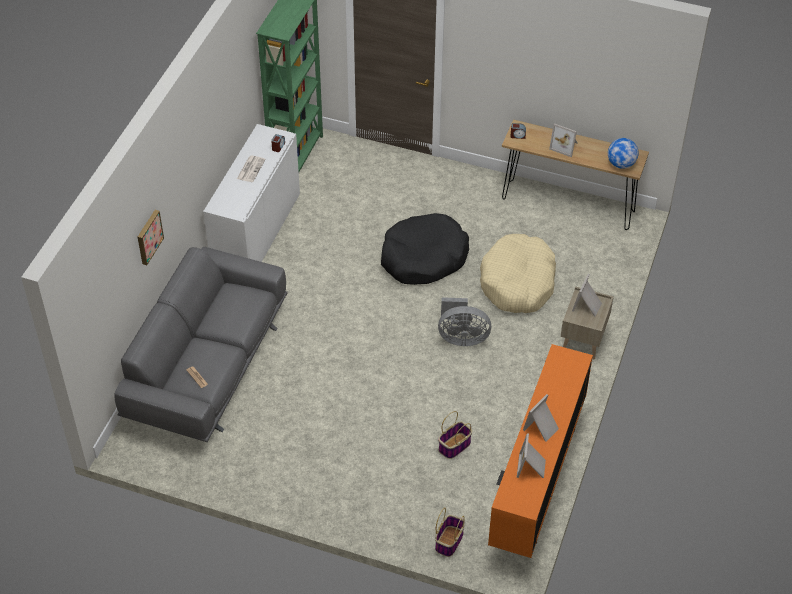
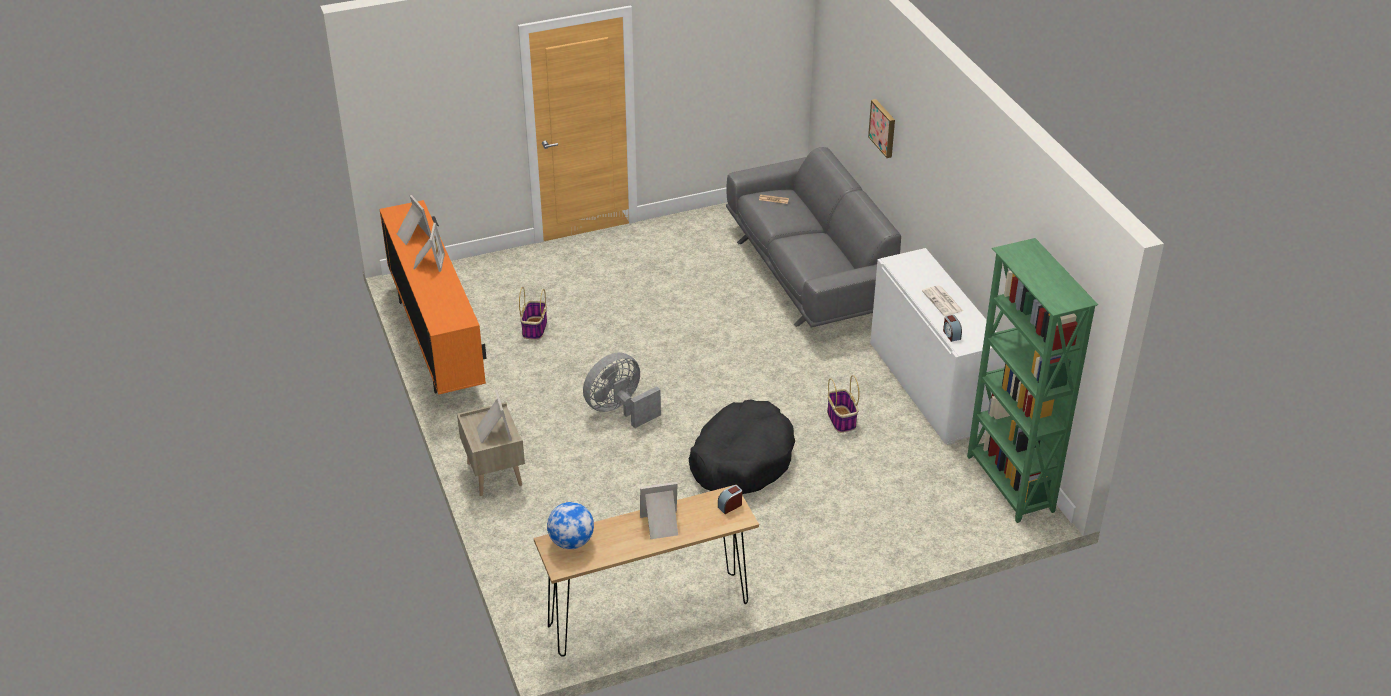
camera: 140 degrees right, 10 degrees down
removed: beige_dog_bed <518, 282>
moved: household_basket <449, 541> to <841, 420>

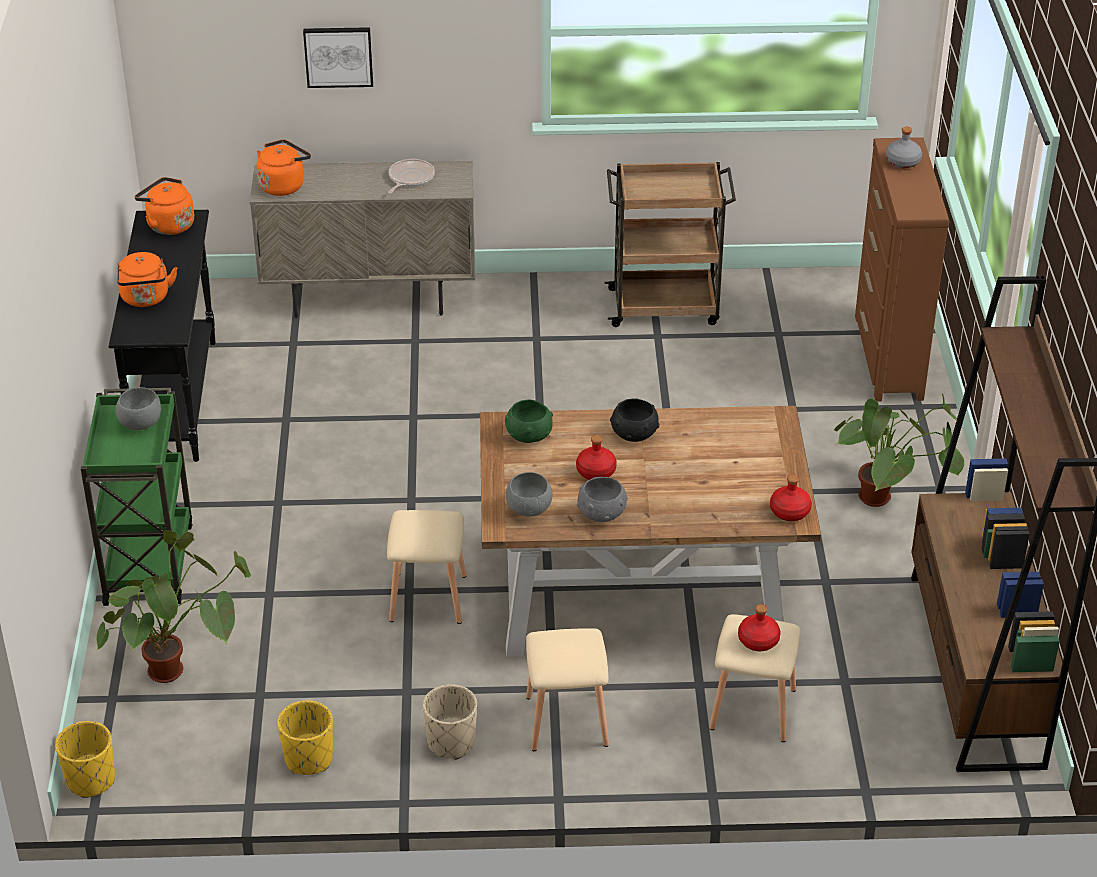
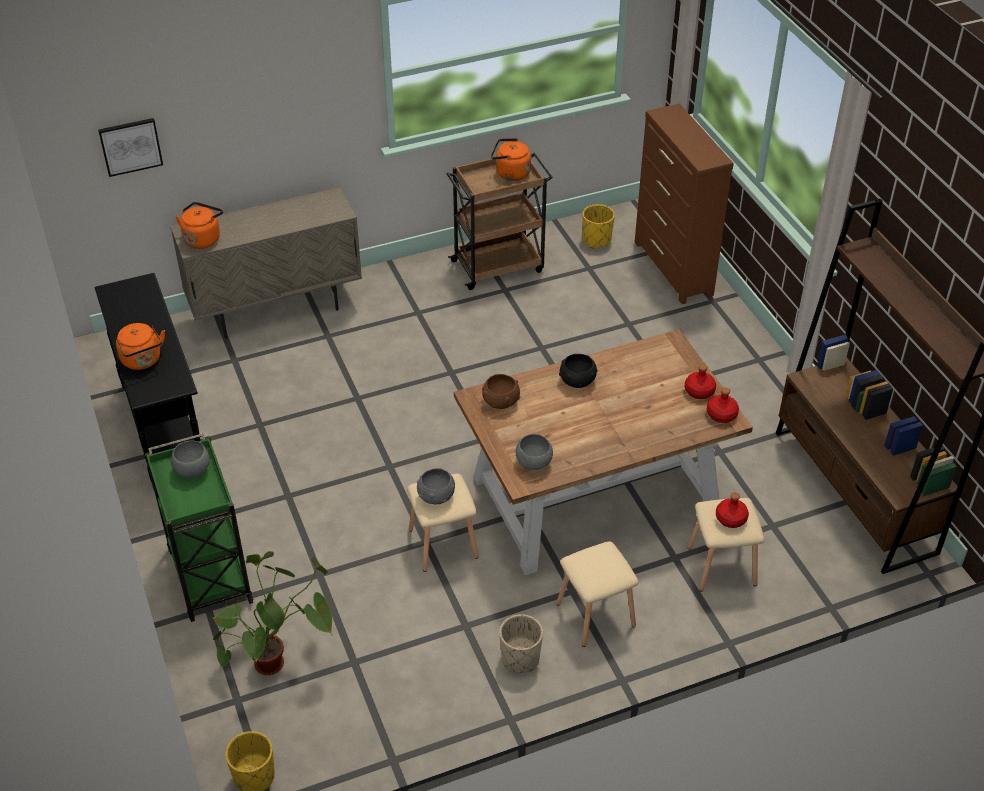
camera: 20 degrees left, 5 degrees up
removed: gray_beverage_bottle <902, 162>; frying_pan <410, 178>; plant_in_a_pot <890, 502>
moved: wall_art <338, 56> to <130, 146>; orangey_kettle <168, 225> to <510, 173>; red_beverage_bottle <595, 472> to <699, 391>; gray_bowl <601, 513> to <435, 496>; yellow_flower_pot <308, 759> to <596, 240>
recoloured: green_bowl <528, 435> to brown-coloured_bowl <500, 401>

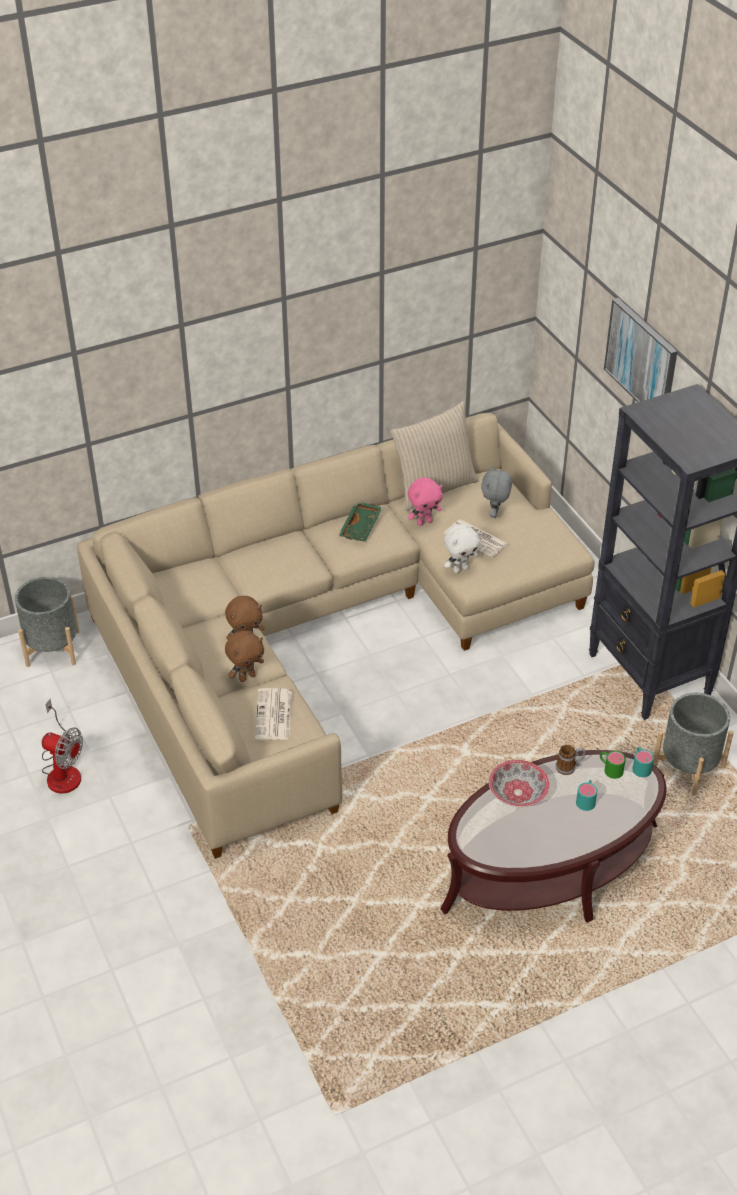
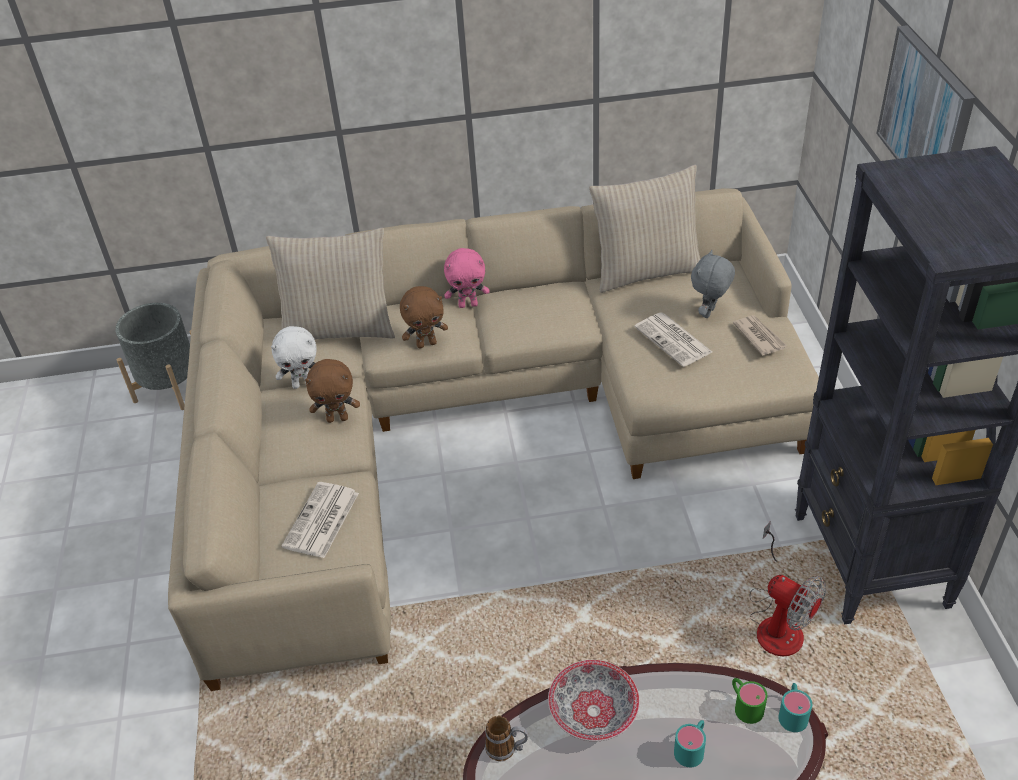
camera: 20 degrees right, 0 degrees up
removed: green_serving_tray <361, 527>; gray_flower_pot <688, 767>
added: beige_cushion <339, 329>; printed_paper <759, 336>
moved: pinkish_soft_toy <424, 522> to <468, 304>; white-coloured_soft_toy <460, 569> to <303, 384>; brown-coloured_soft_toy <247, 677> to <426, 344>; cooling_fan <62, 770> to <777, 622>; tea_mug <569, 767> to <507, 748>

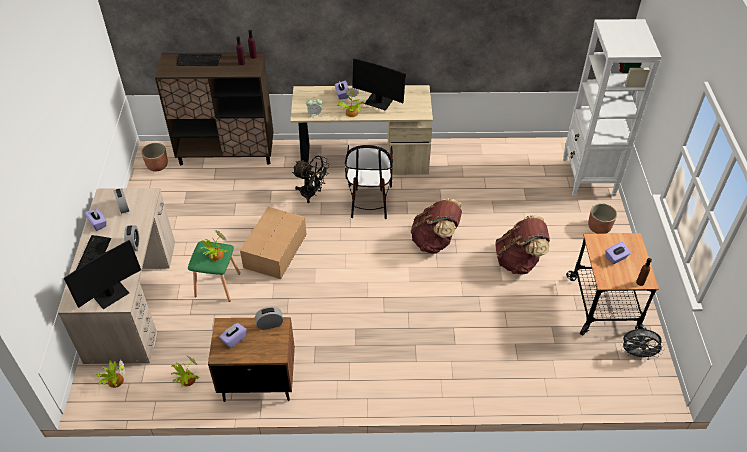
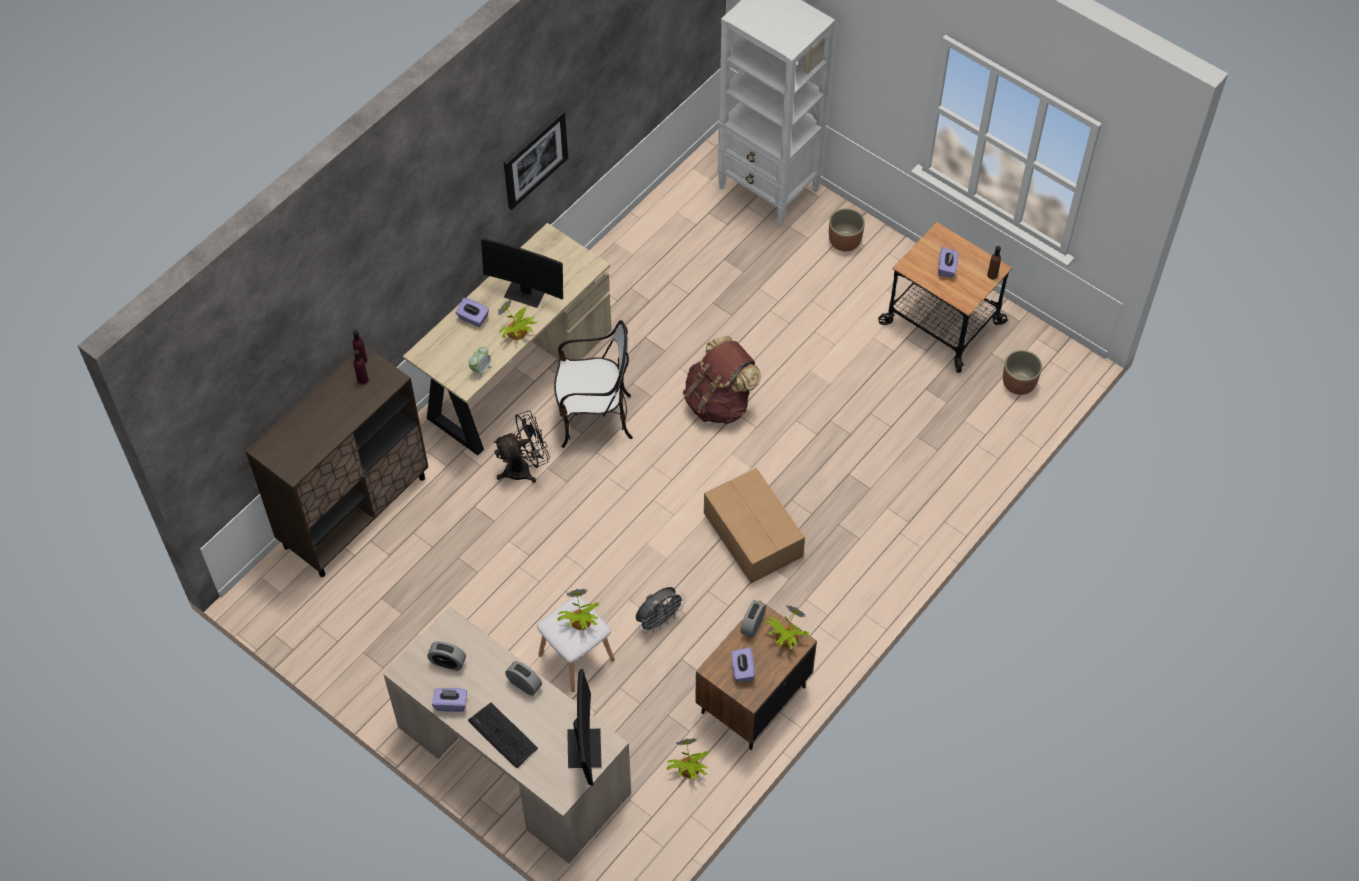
camera: 50 degrees left, 10 degrees up
removed: PC_keyboard <198, 60>; brown-coloured_rucksack <518, 261>
added: wall_art <534, 159>
moved: flower_pot <157, 166> to <1018, 383>; cardboard_box <274, 251> to <753, 536>; gray_cooling_fan <637, 354> to <659, 621>; plant_in_a_pot <114, 380> to <785, 638>
recoloured: green_stool_seat <217, 285> to white-coloured_stool_seat <577, 657>
turned: computer_screen <379, 102> = <526, 292> 45 degrees clockwise; chair <369, 201> = <594, 419> 45 degrees counterclockwise

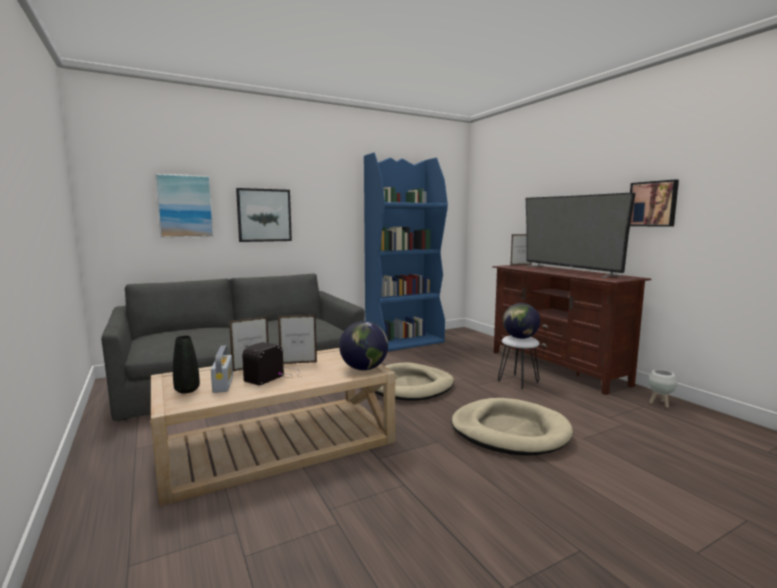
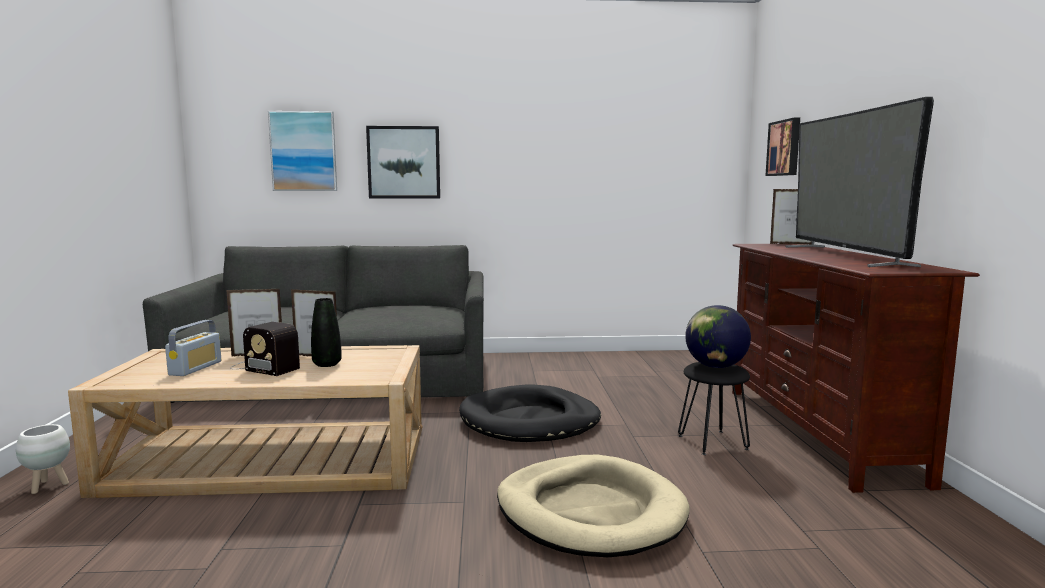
camera: 25 degrees right, 0 degrees up
removed: bluish_bookcase <405, 342>; desk_globe <364, 368>
moved: wall_art <653, 204> to <785, 148>; blackish_decorative_vase <187, 390> to <327, 364>; white-coloured_flower_pot <659, 404> to <48, 486>
recoloured: white-coloured_stool_seat <518, 381> to blackish_stool_seat <713, 442>; beige_dog_bed <410, 386> to blackish_dog_bed <530, 420>
turned: radio_receiver <275, 375> = <264, 367> 120 degrees counterclockwise

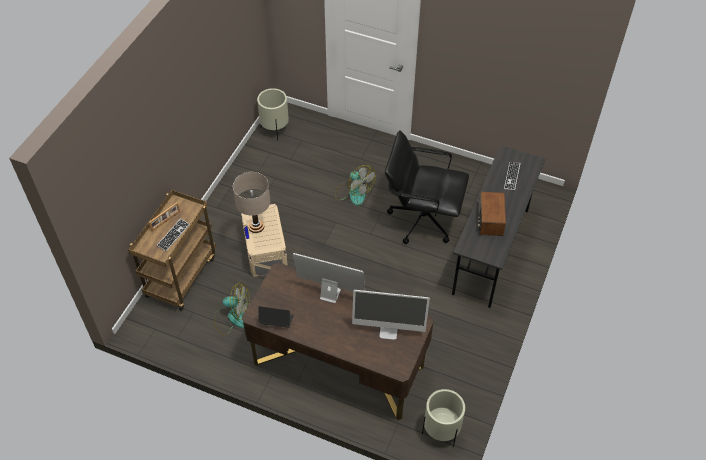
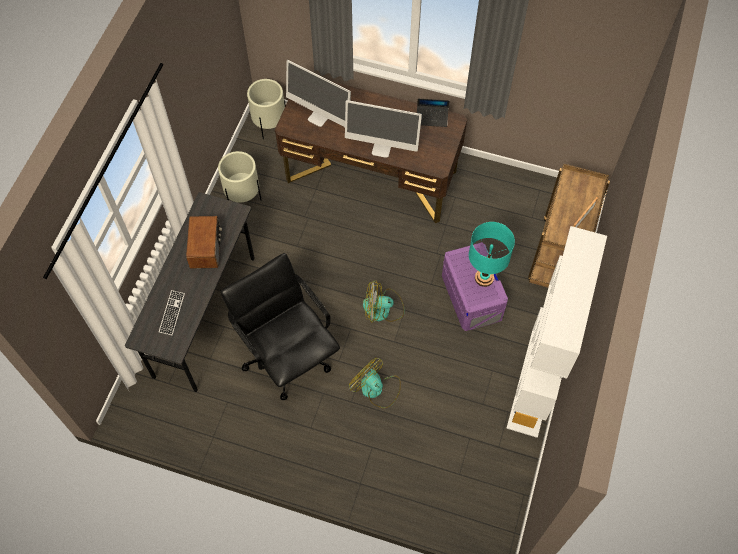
camera: 175 degrees right, 10 degrees up
removed: PC_keyboard <173, 235>
added: white-coloured_bookcase <535, 382>
moved: beige_flower_pot <275, 129> to <243, 197>; cooling_fan <233, 317> to <383, 309>
recoloured: beige_tabletop_lamp <256, 226> to blue-green_tabletop_lamp <484, 278>; beige_storage_bin <265, 250> to purple_storage_bin <471, 296>
turned: blackish_office_chair <422, 219> = <287, 355> 135 degrees counterclockwise; computer_screen <388, 330> = <319, 117> 150 degrees counterclockwise

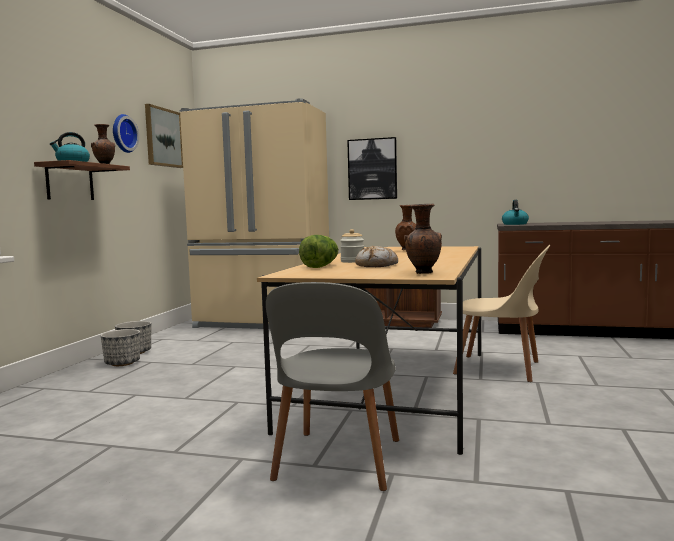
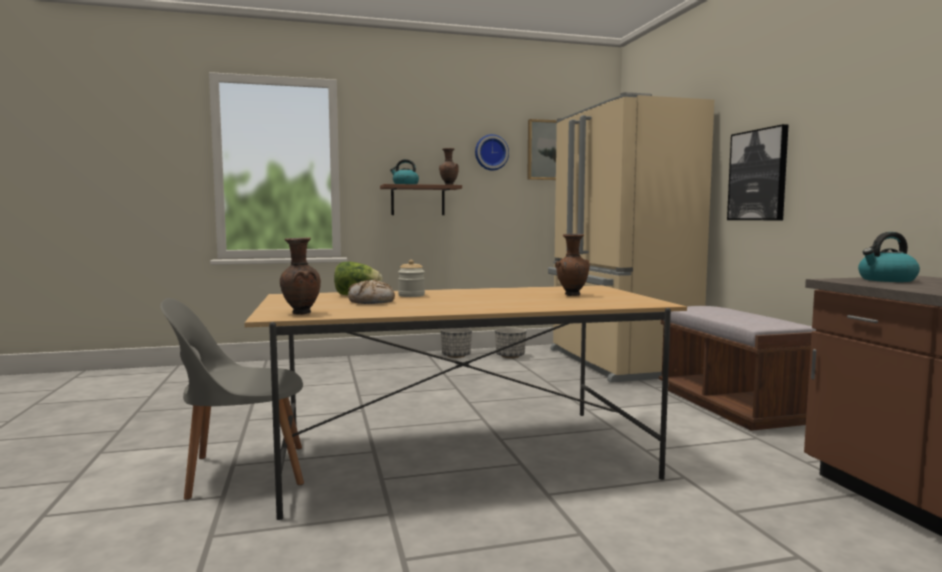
camera: 60 degrees right, 0 degrees up
removed: beige_chair <501, 368>
moved: flower_pot <122, 363> to <510, 356>

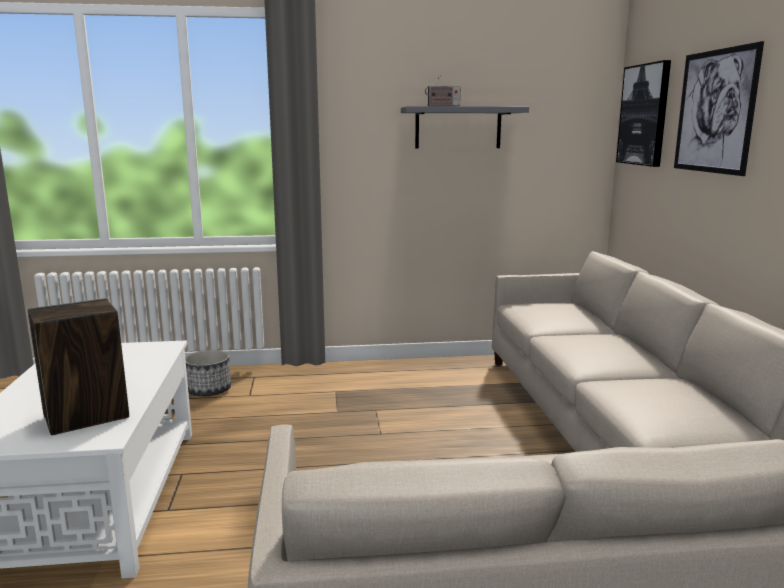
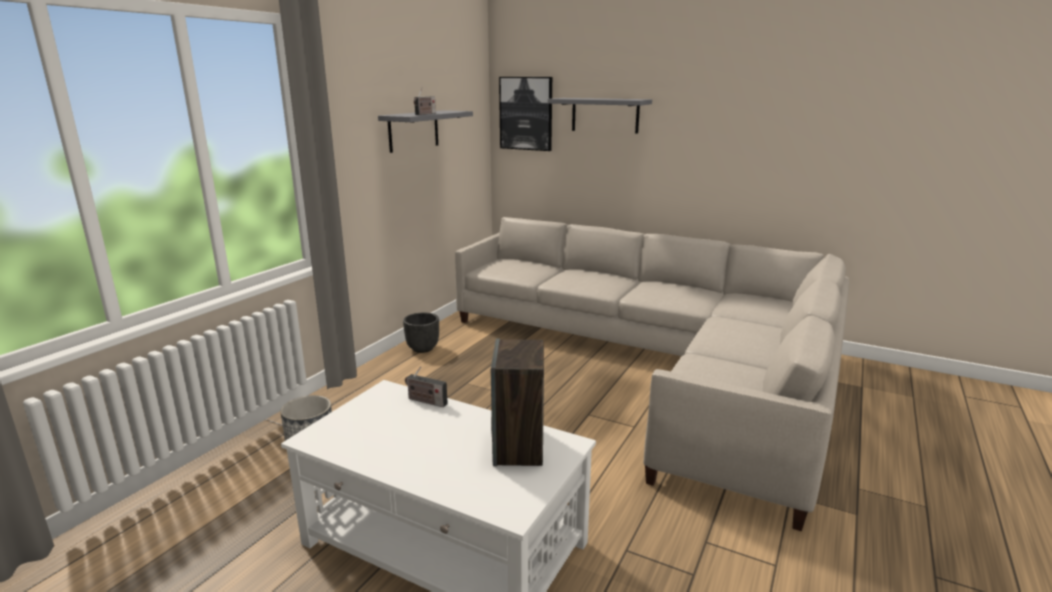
camera: 55 degrees left, 5 degrees up
added: blackish_flower_pot <423, 348>; radio_receiver <425, 401>
replaced: wall_art <715, 111> to gray_shelf <605, 115>

